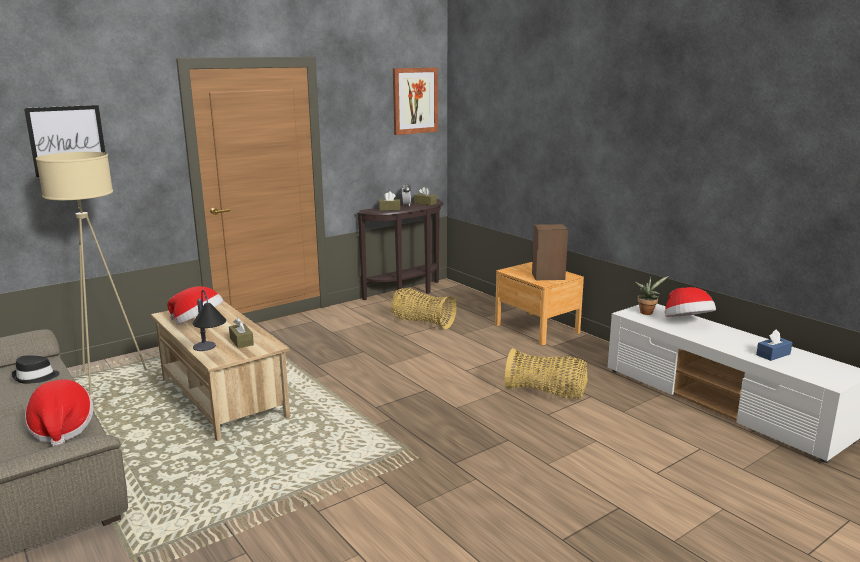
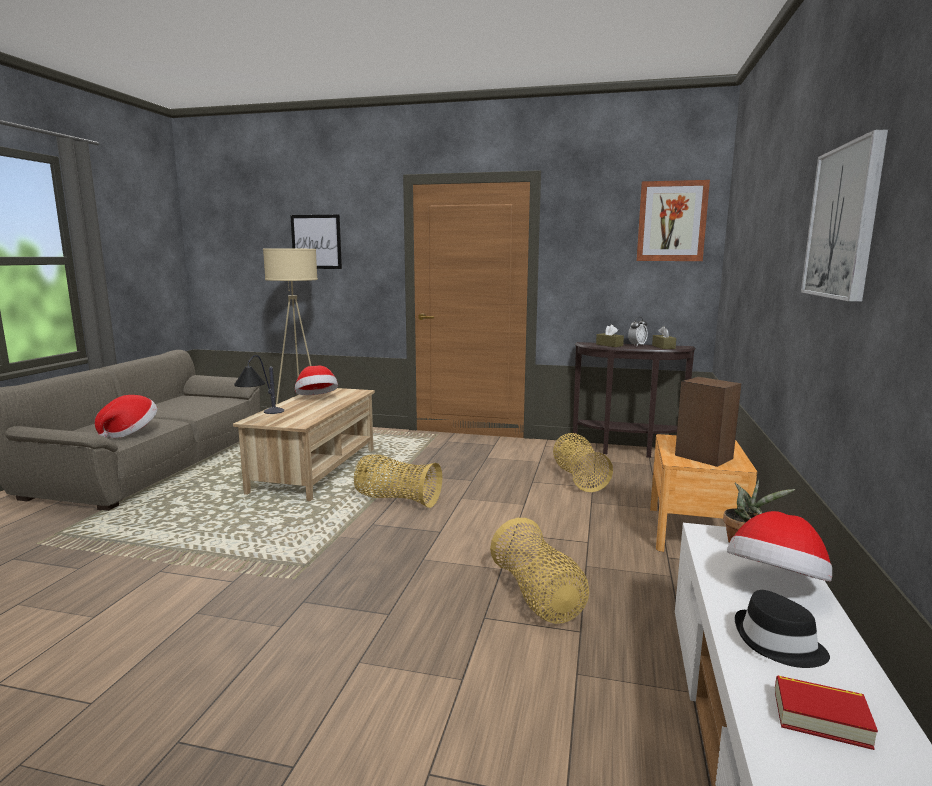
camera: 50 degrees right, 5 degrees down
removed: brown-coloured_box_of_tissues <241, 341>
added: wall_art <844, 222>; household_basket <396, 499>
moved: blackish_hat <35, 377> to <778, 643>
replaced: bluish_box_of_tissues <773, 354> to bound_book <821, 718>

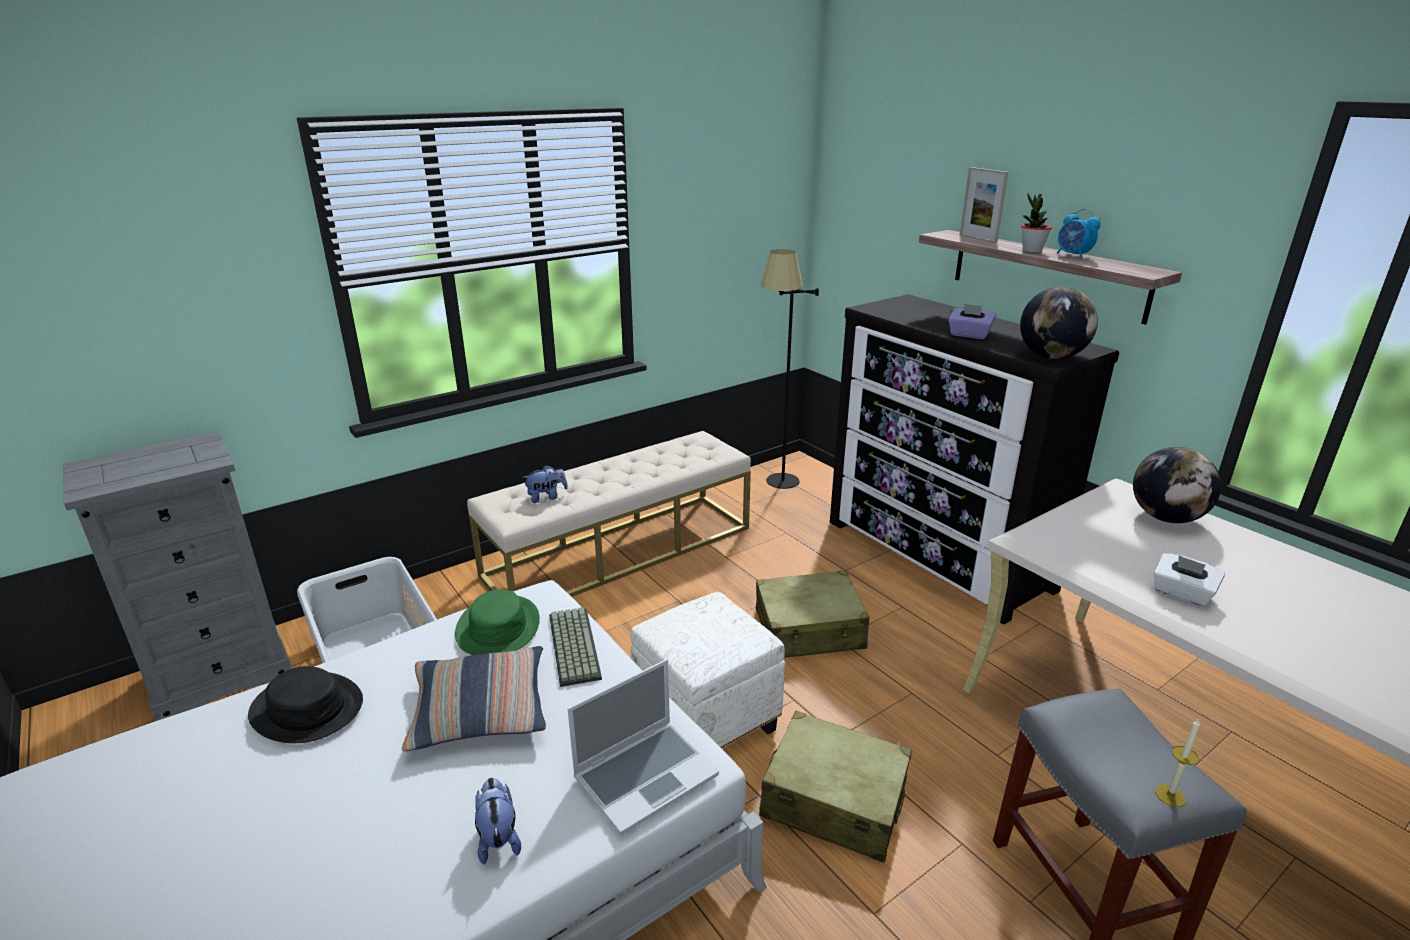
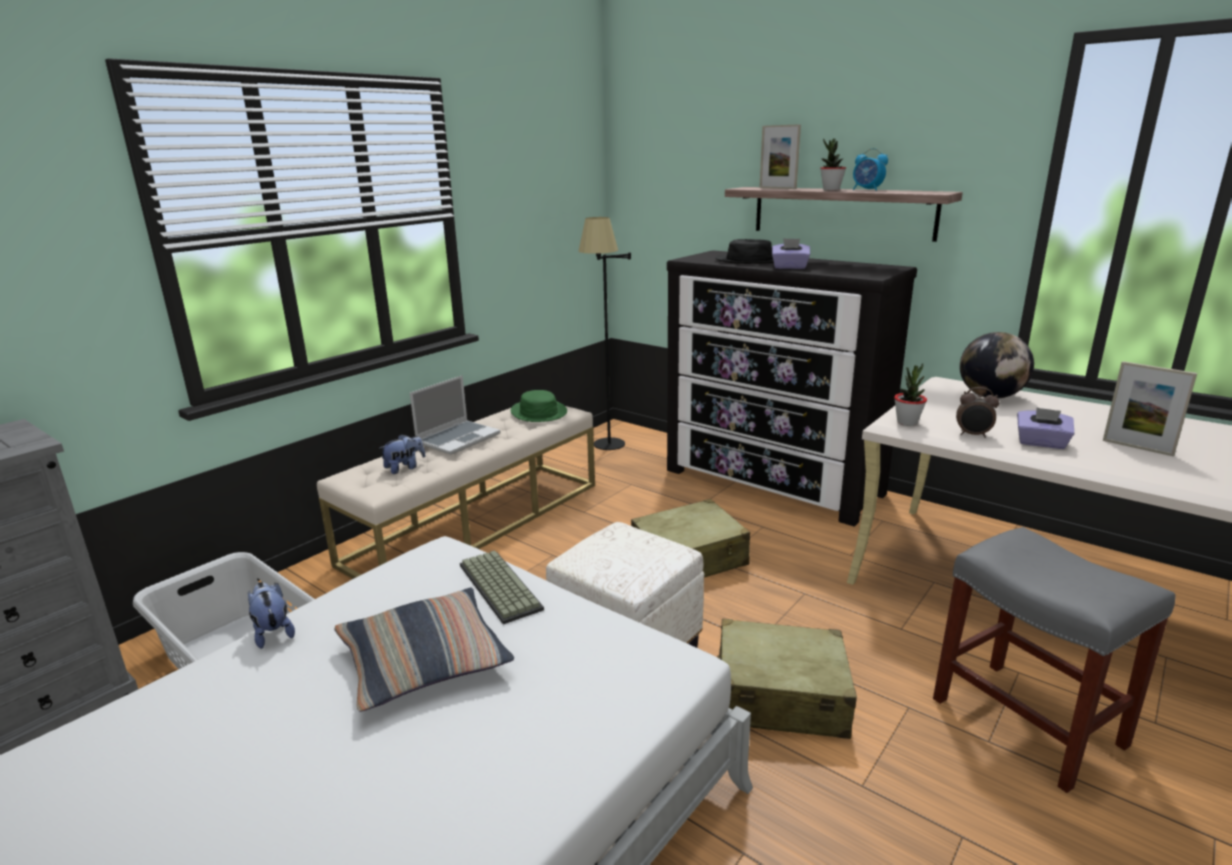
camera: 15 degrees left, 5 degrees down
removed: desk_globe <1051, 357>; wax_candle <1170, 795>
added: standing_frame <1137, 447>; plant_in_a_pot <907, 422>; alarm_clock <973, 435>
moved: green_hat <497, 627> to <538, 412>; portable_computer <646, 775> to <458, 438>; blackish_hat <307, 708> to <749, 260>; soft_toy <498, 838> to <273, 632>
recoloured: white-coloured_box_of_tissues <1182, 594> to purple_box_of_tissues <1041, 443>

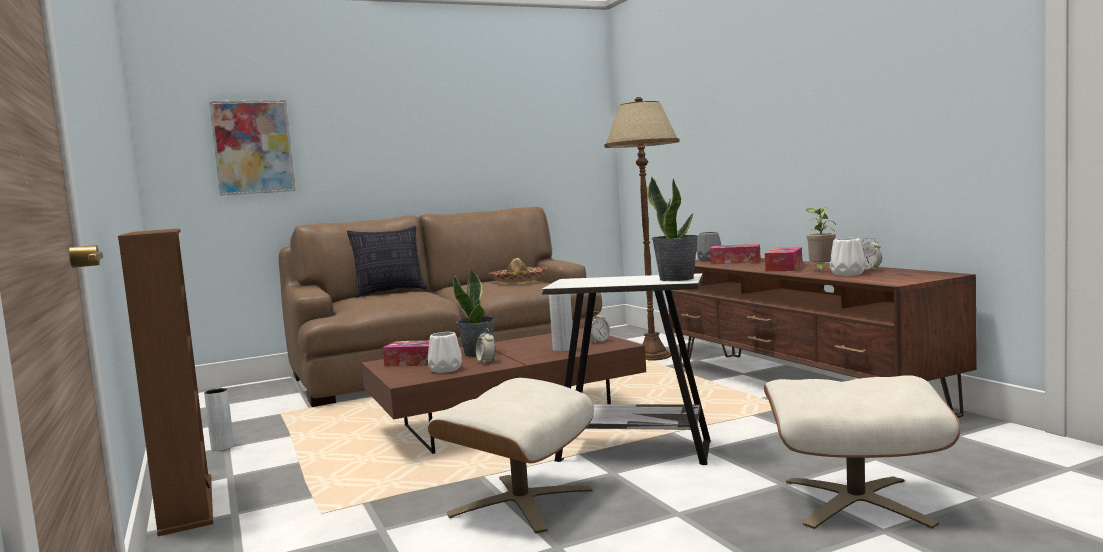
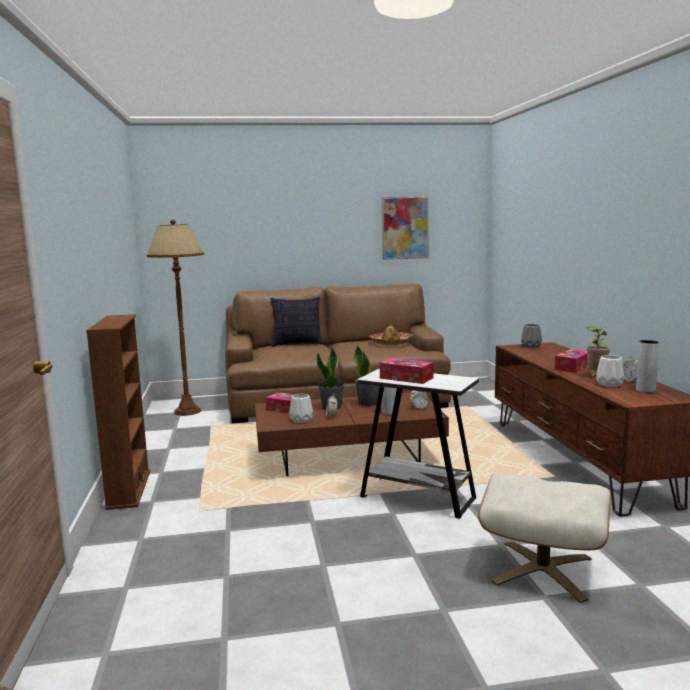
camera: 15 degrees right, 5 degrees up
removed: beige_ottoman <520, 502>
moved: brown-coloured_standing_lamp <653, 356> to <188, 411>; wall_art <253, 147> to <405, 227>; plant_in_a_pot <677, 279> to <368, 403>; box_of_tissues <735, 262> to <406, 378>; gray_decorative_vase <222, 447> to <645, 390>

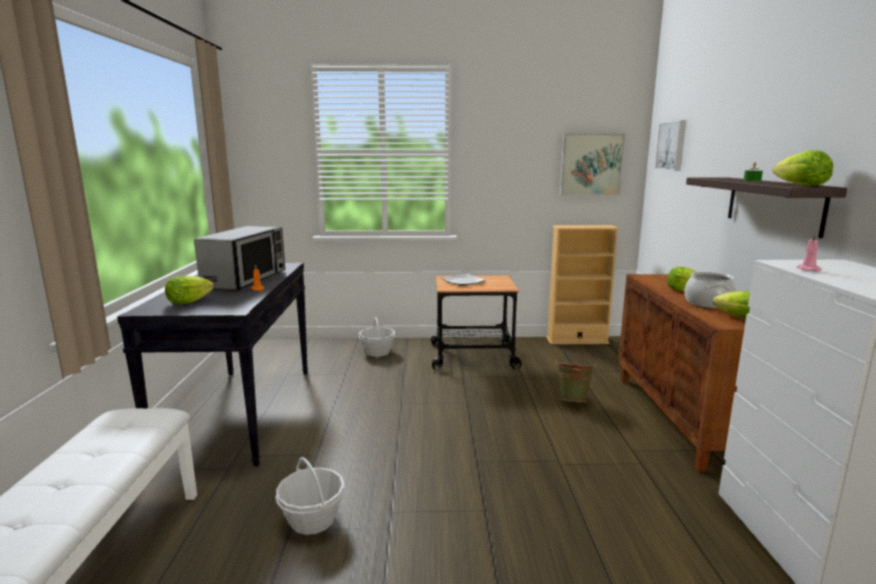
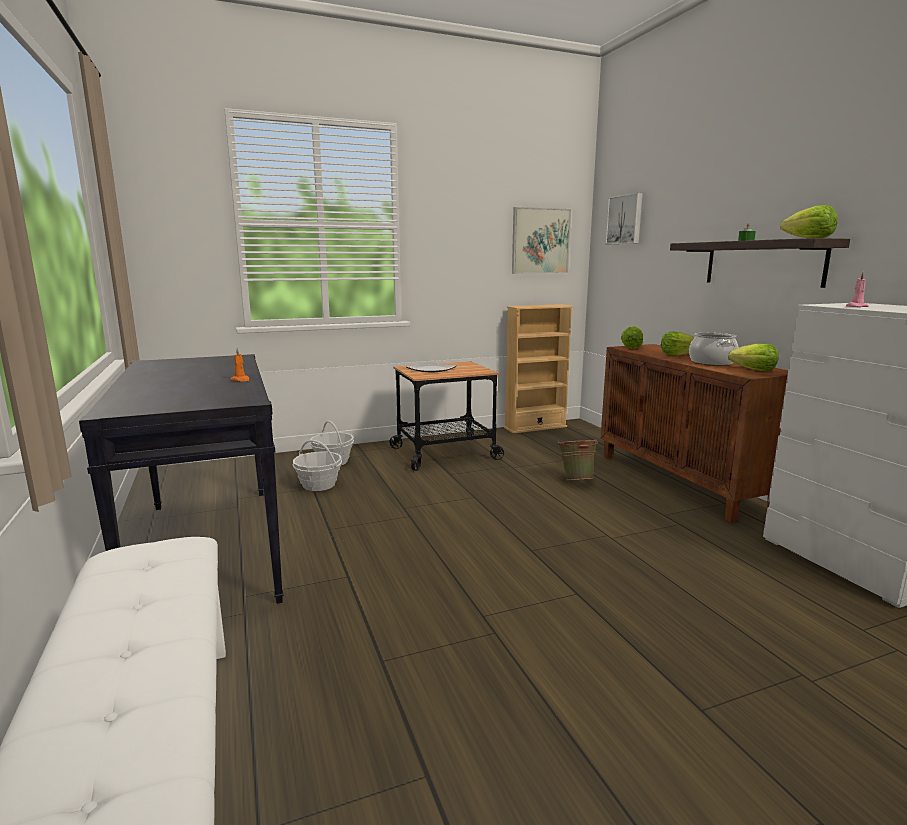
camera: 20 degrees left, 0 degrees up
removed: microwave <246, 279>
moved: head_of_lettuce <188, 302> to <631, 347>; household_basket <312, 519> to <319, 485>

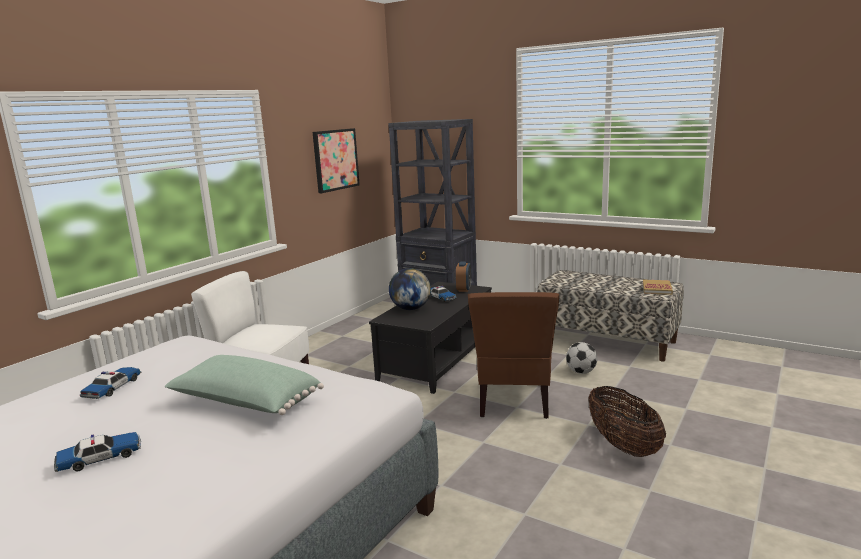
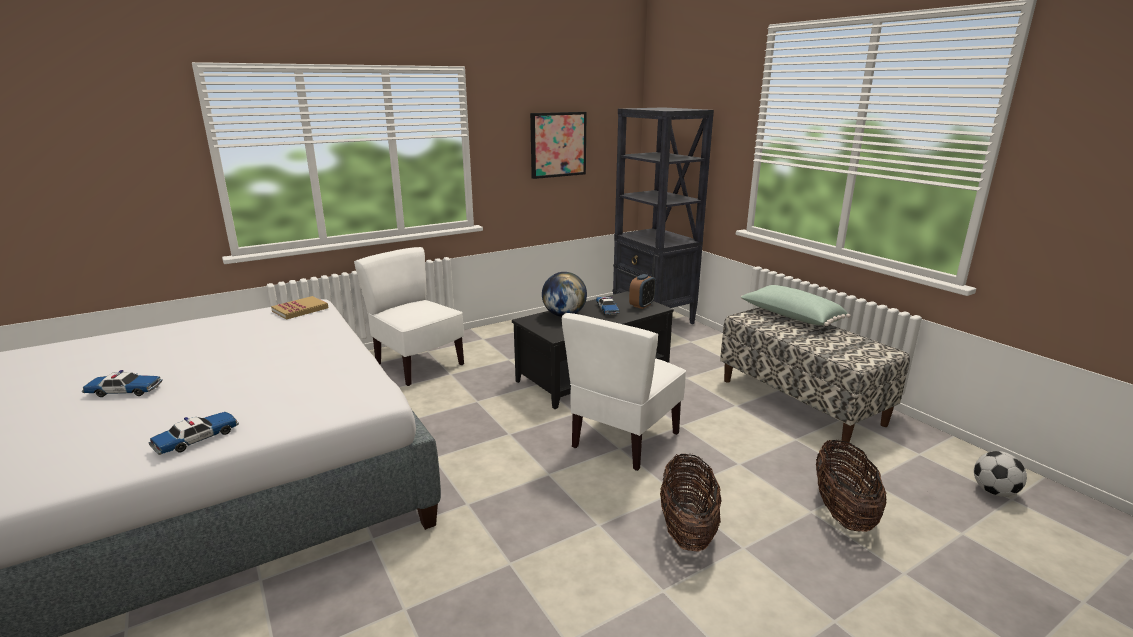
camera: 25 degrees right, 5 degrees up
added: household_basket <842, 512>
moved: bound_book <657, 289> to <300, 310>; ball_for_football <581, 372> to <994, 492>; green_cushion <245, 403> to <790, 317>; toy_car <113, 388> to <197, 439>
recoloured: brown-coloured_chair <514, 400> to white-coloured_chair <623, 440>

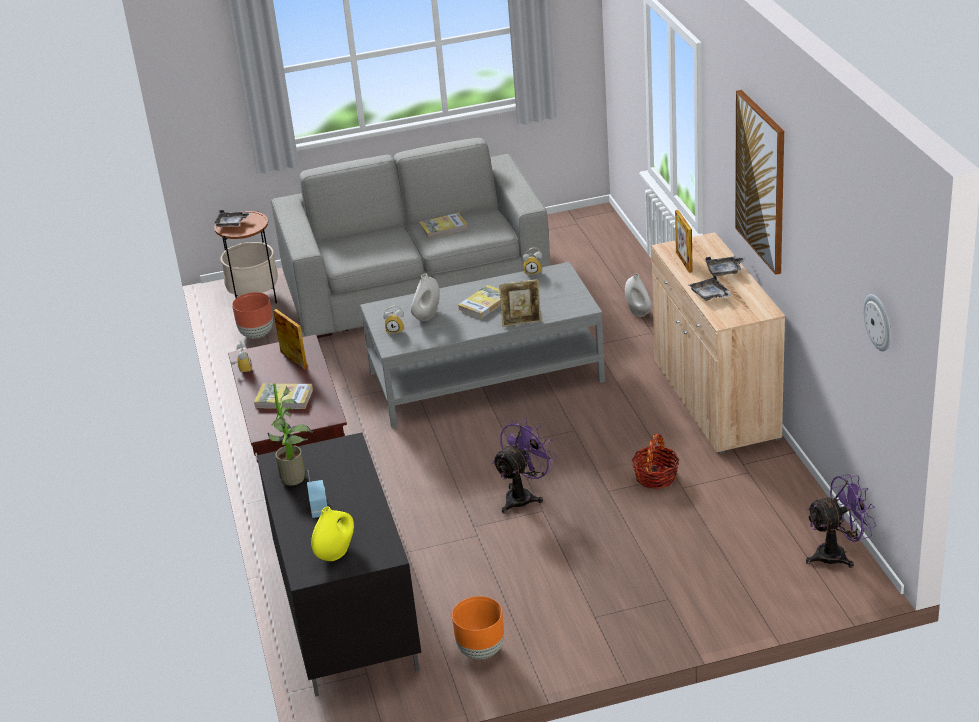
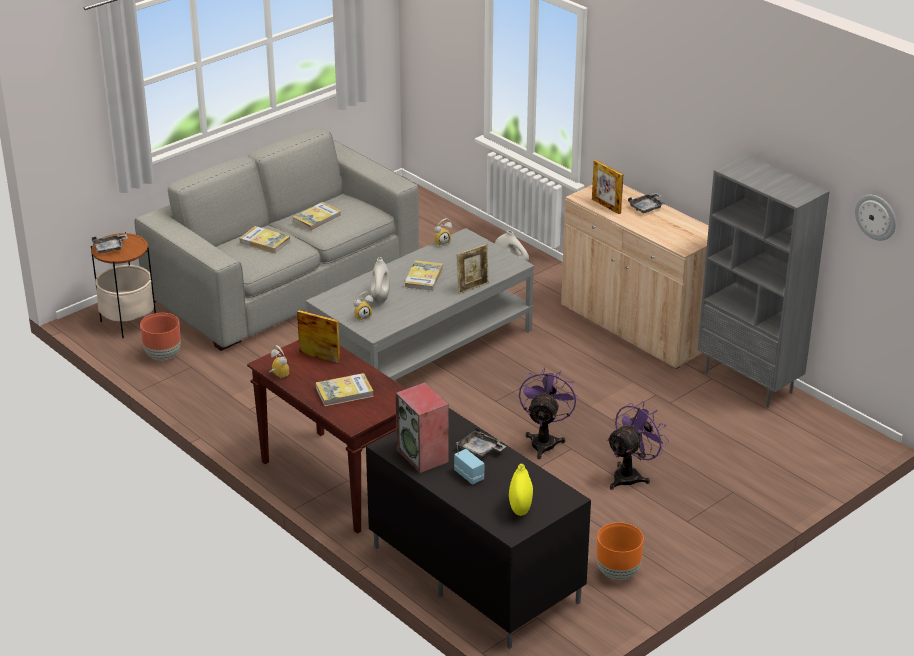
camera: 30 degrees left, 0 degrees up
removed: wall_art <761, 181>; household_basket <655, 477>
added: gray_bookcase <749, 382>; bound_book <265, 242>
moved: gray_serving_tray <710, 295> to <480, 450>; purple_cooling_fan <838, 554> to <631, 475>
replaced: plant_in_a_pot <297, 478> to loudspeaker <423, 456>

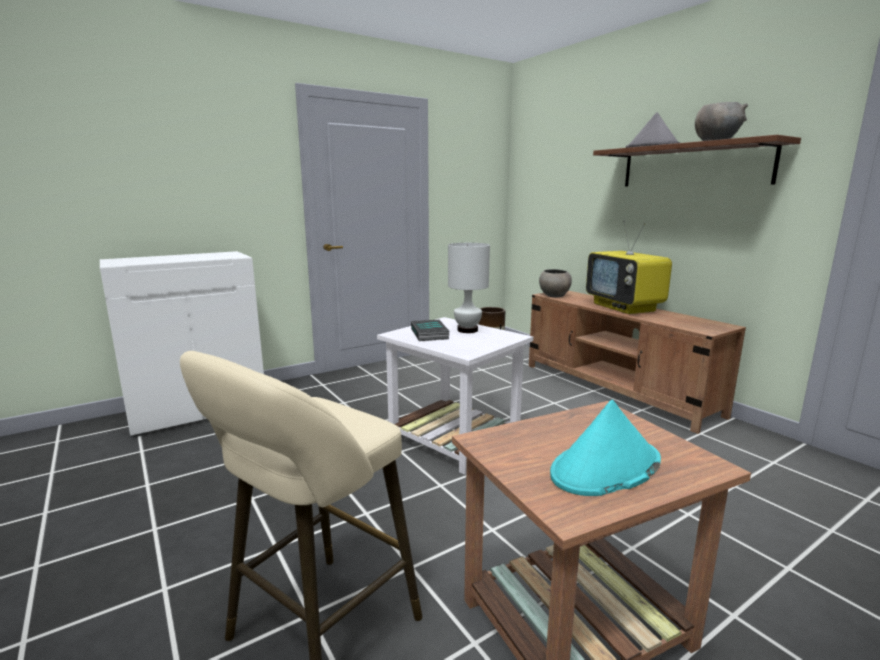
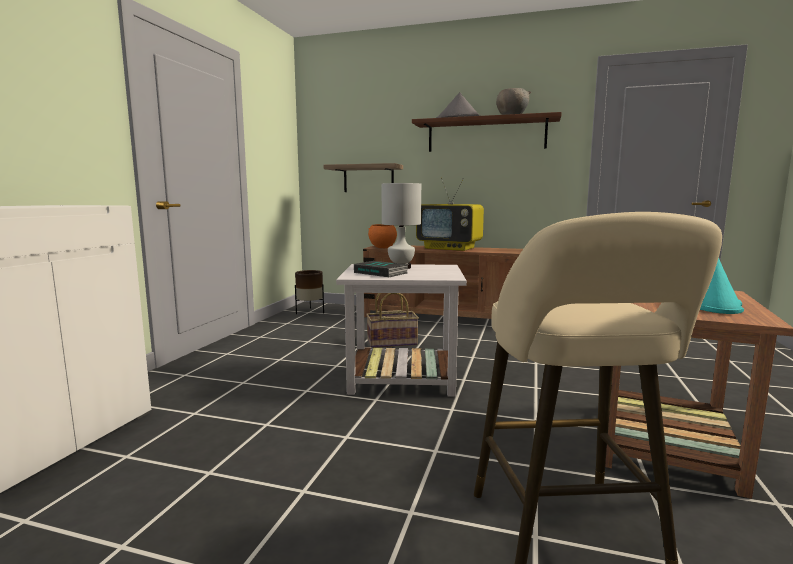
camera: 40 degrees left, 5 degrees down
added: shelf <368, 179>; household_basket <392, 342>
recoloured: gray_bowl <554, 295> to orangey_bowl <382, 247>

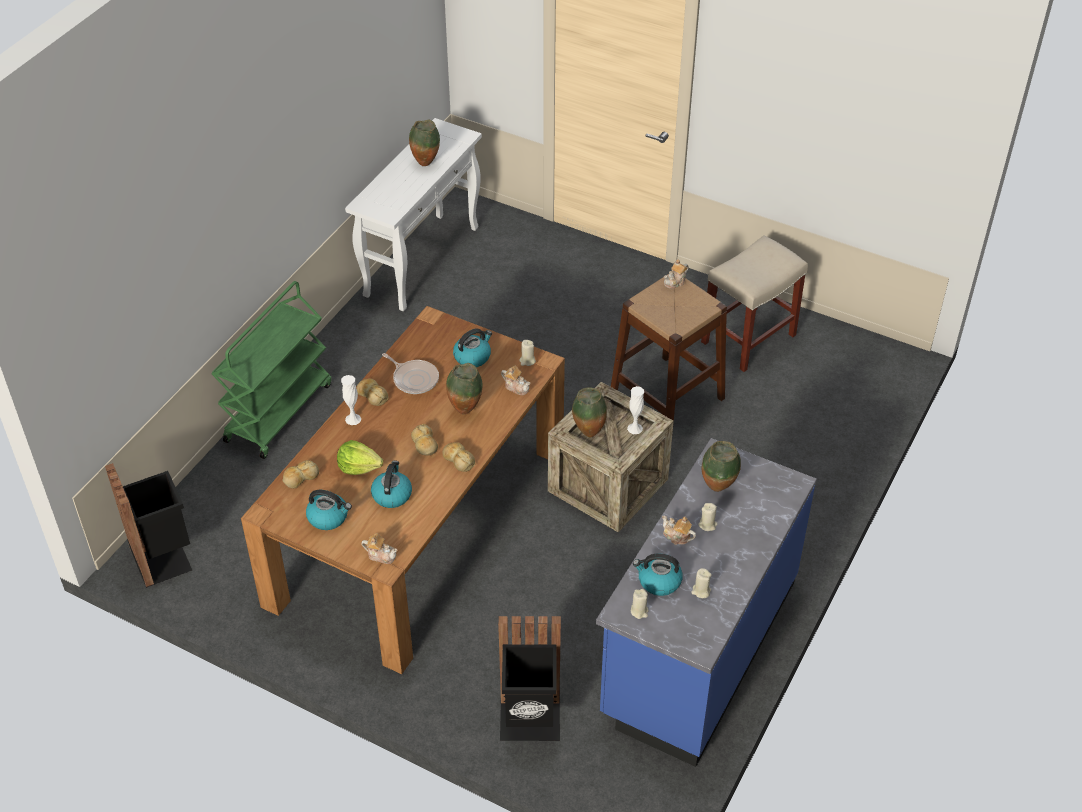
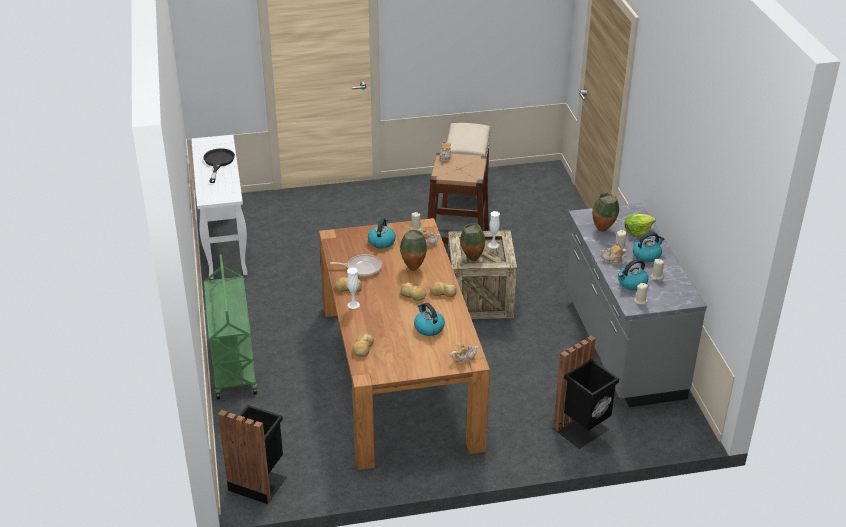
camera: 40 degrees left, 10 degrees down
moved: head_of_lettuce <359, 466> to <637, 231>; kettle <328, 517> to <647, 255>
replaced: decorative_vase <425, 163> to blackish_frying_pan <218, 162>
recoloured: bluish_counter <697, 649> to gray_counter <621, 347>

